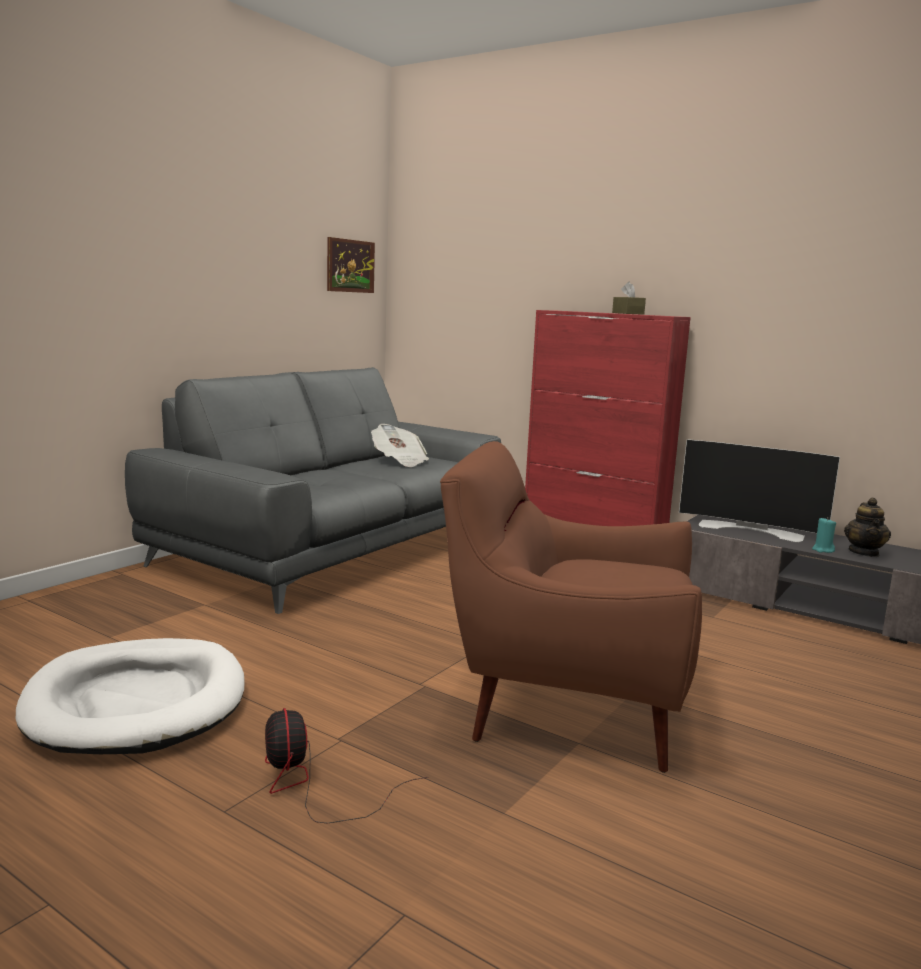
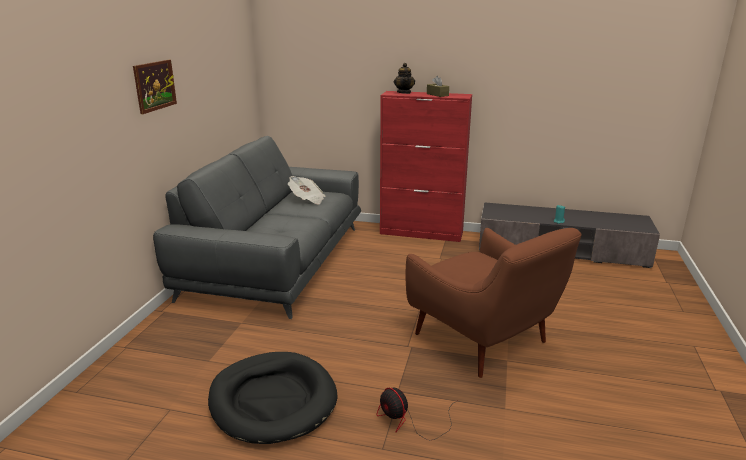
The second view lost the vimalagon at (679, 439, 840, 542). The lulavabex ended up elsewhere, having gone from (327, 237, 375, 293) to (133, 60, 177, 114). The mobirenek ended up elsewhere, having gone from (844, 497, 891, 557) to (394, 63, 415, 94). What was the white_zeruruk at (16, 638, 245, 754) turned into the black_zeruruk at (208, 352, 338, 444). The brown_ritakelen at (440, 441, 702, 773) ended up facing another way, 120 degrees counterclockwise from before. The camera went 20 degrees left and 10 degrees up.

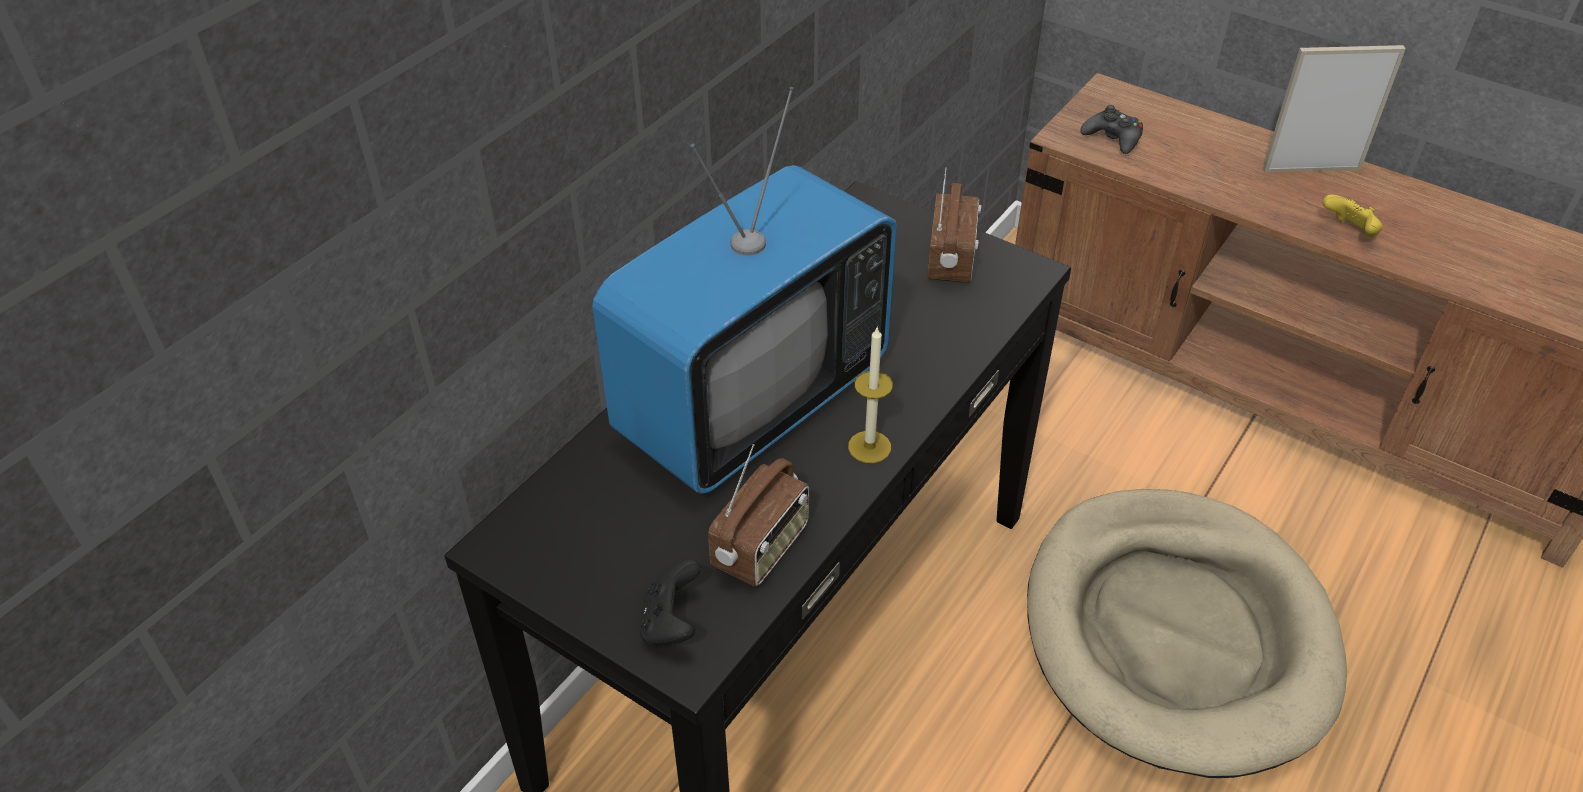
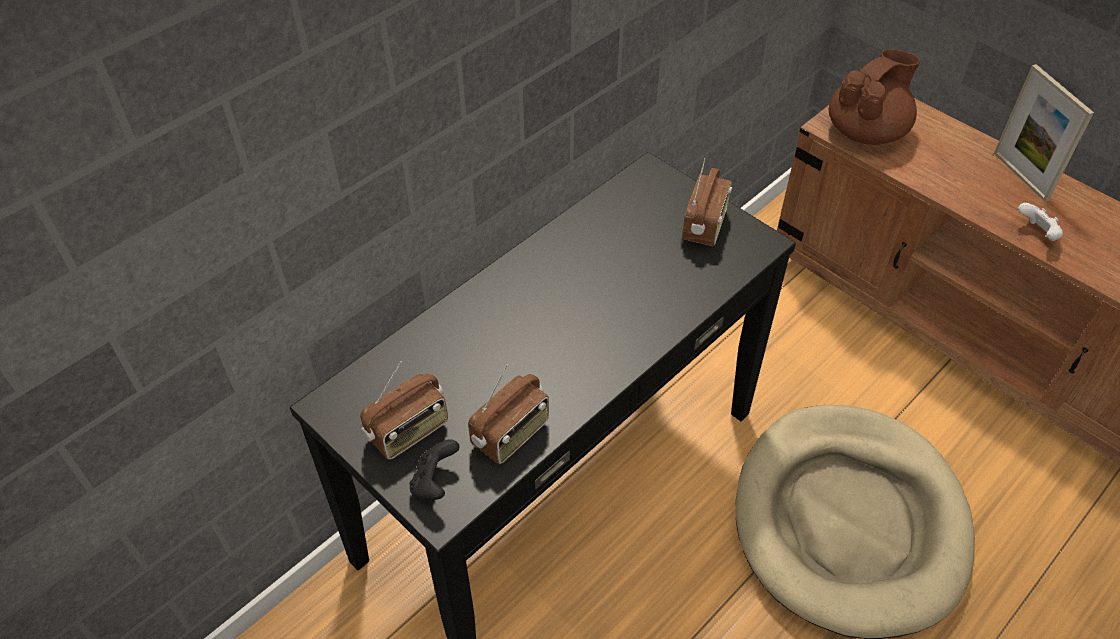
The second view lost the vimalagon at (592, 87, 897, 494). The second view lost the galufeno at (848, 327, 893, 463). The second view gained the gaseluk at (360, 361, 448, 460). Where the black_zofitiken stood at (1080, 105, 1143, 154), the brown_mobirenek came to stand at (829, 50, 920, 145). What was the yellow_zofitiken at (1323, 194, 1383, 238) turned into the white_zofitiken at (1018, 203, 1063, 241). The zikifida at (1263, 45, 1406, 172) ended up facing another way, 120 degrees counterclockwise from before. The camera went 10 degrees right and 5 degrees up.

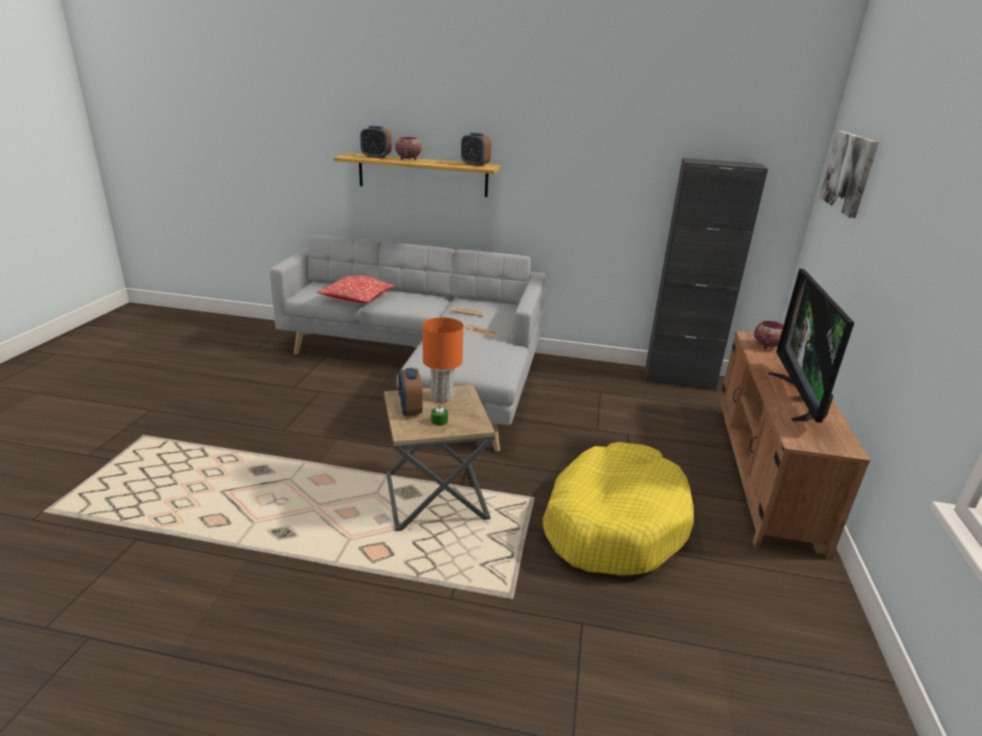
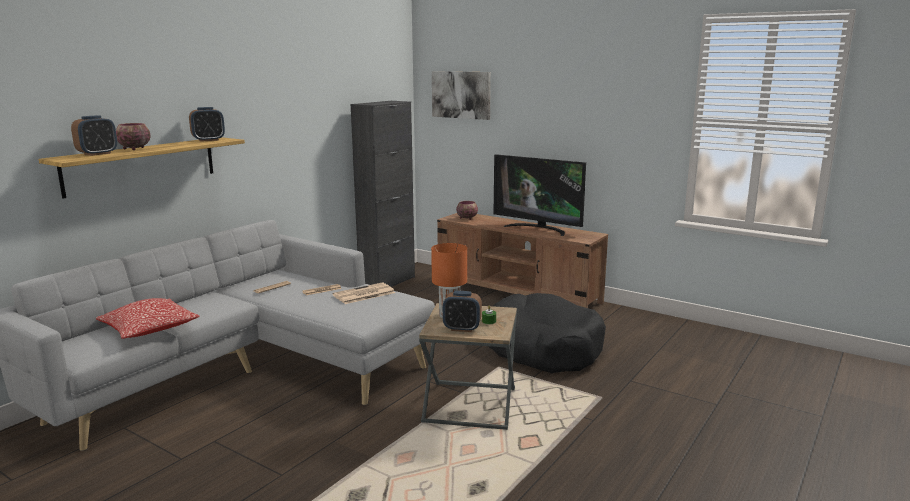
The second view gained the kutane at (332, 282, 395, 304). What was the yellow_zeruruk at (543, 442, 694, 576) turned into the black_zeruruk at (489, 293, 606, 373). The camera went 65 degrees left and 10 degrees down.

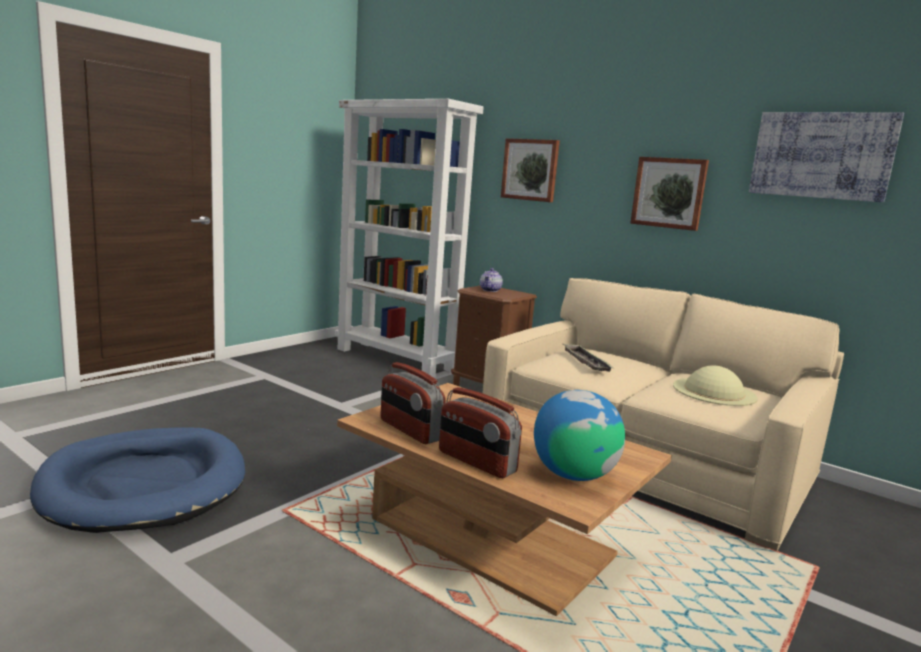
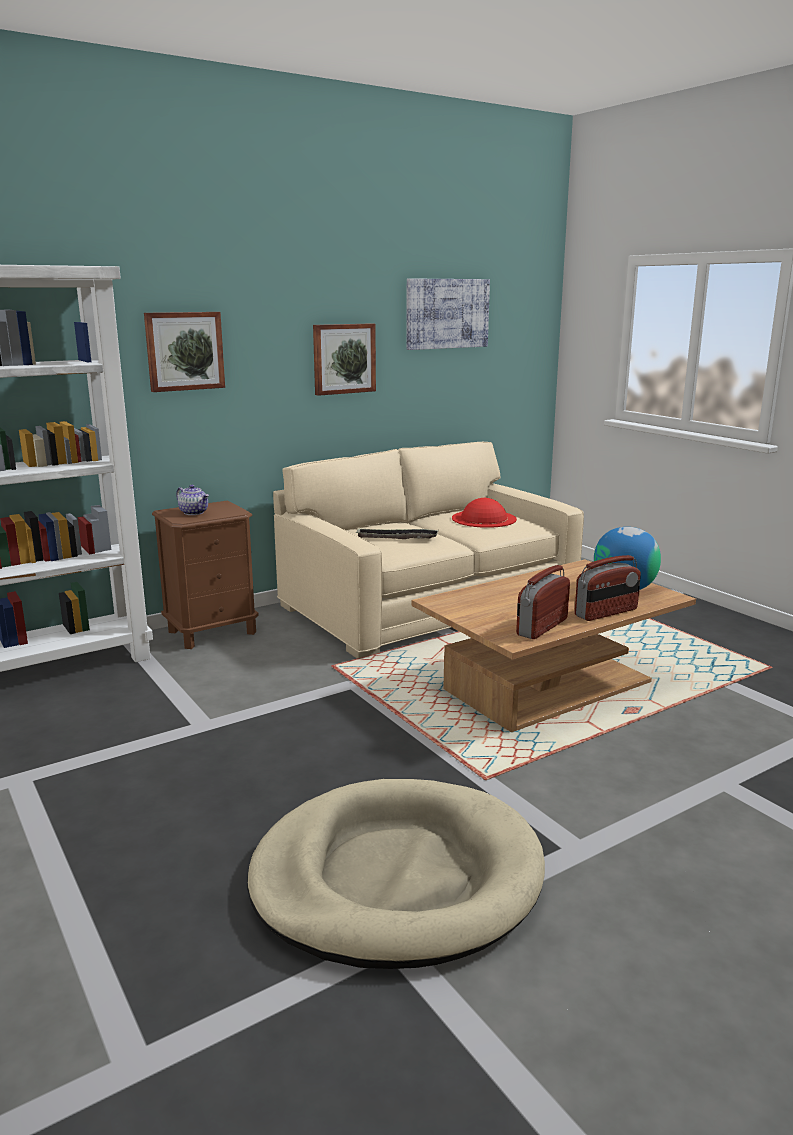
What was the blue_zeruruk at (30, 427, 245, 533) turned into the beige_zeruruk at (247, 779, 545, 969). What was the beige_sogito at (673, 366, 758, 406) turned into the red_sogito at (452, 498, 517, 528). The gaseluk at (380, 362, 446, 444) ended up facing another way, 150 degrees clockwise from before. The camera went 70 degrees left and 5 degrees up.

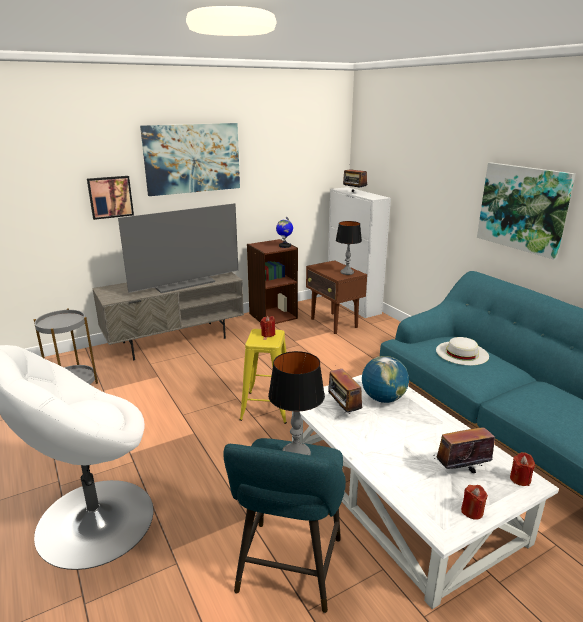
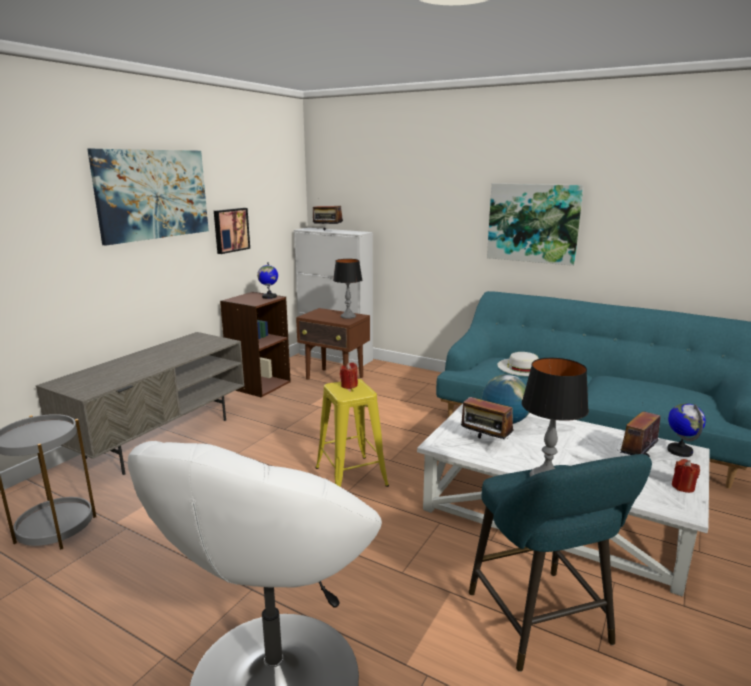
The second view lost the vimalagon at (118, 203, 238, 293). The lulavabex ended up elsewhere, having gone from (87, 176, 134, 220) to (214, 208, 250, 254). Where the red_galufeno stood at (510, 452, 535, 486), the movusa came to stand at (667, 403, 706, 457). The camera went 30 degrees left and 5 degrees down.

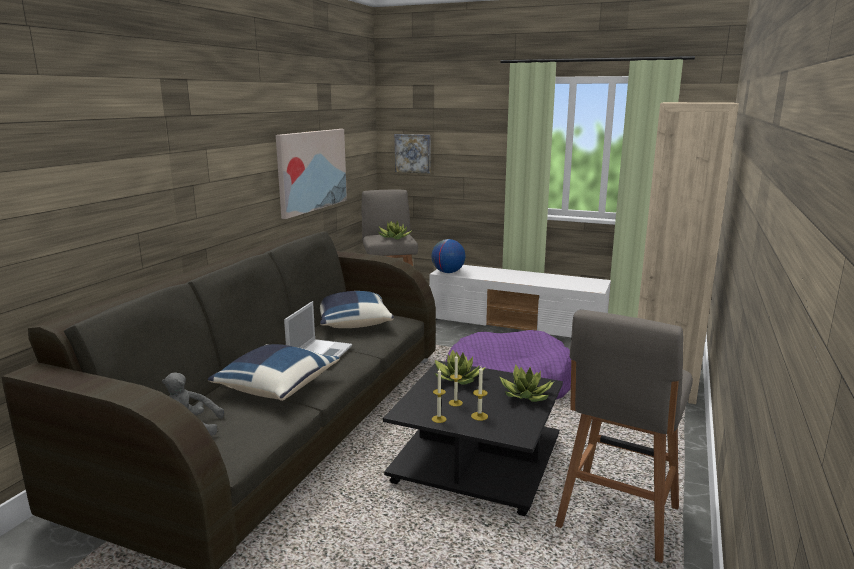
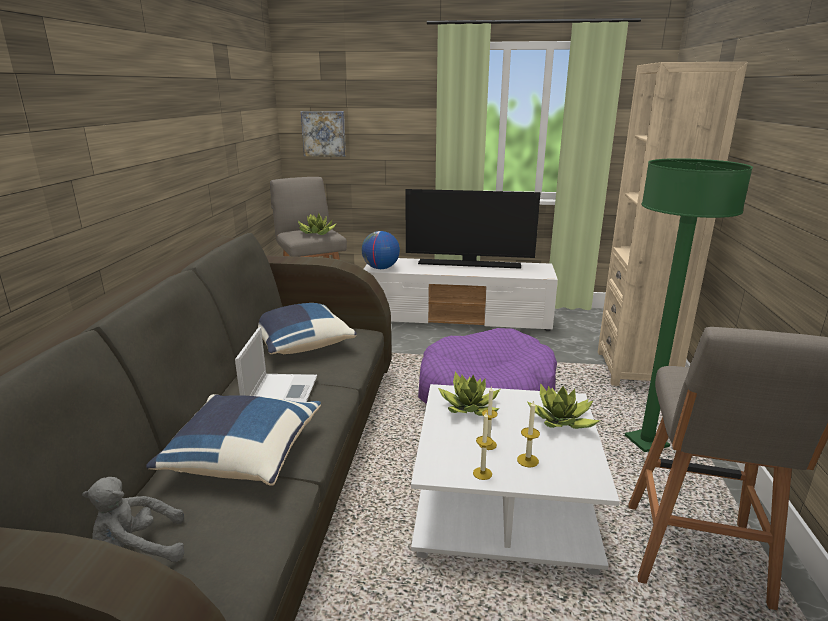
The second view lost the lulavabex at (276, 129, 347, 219). The second view gained the vimalagon at (405, 189, 541, 269). The second view gained the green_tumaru at (625, 158, 753, 452). What was the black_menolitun at (383, 361, 563, 516) turned into the white_menolitun at (411, 384, 620, 575). The camera went 15 degrees left and 5 degrees up.

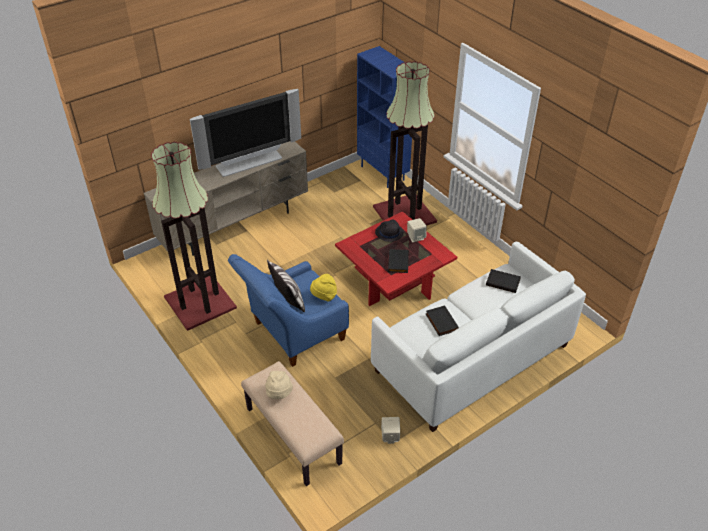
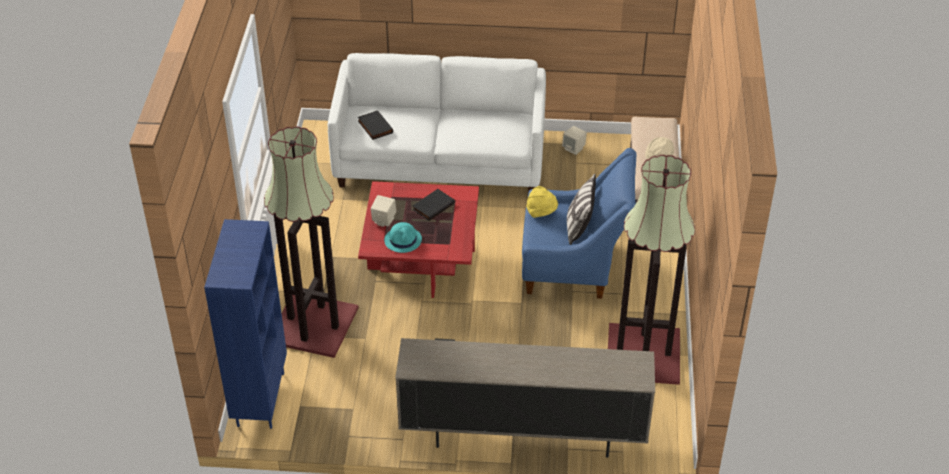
The second view lost the vimalagon at (190, 89, 301, 177). The second view lost the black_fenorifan at (426, 305, 459, 336). What was the black_sogito at (375, 219, 404, 242) turned into the turquoise_sogito at (384, 222, 422, 253). The camera went 140 degrees left and 0 degrees up.

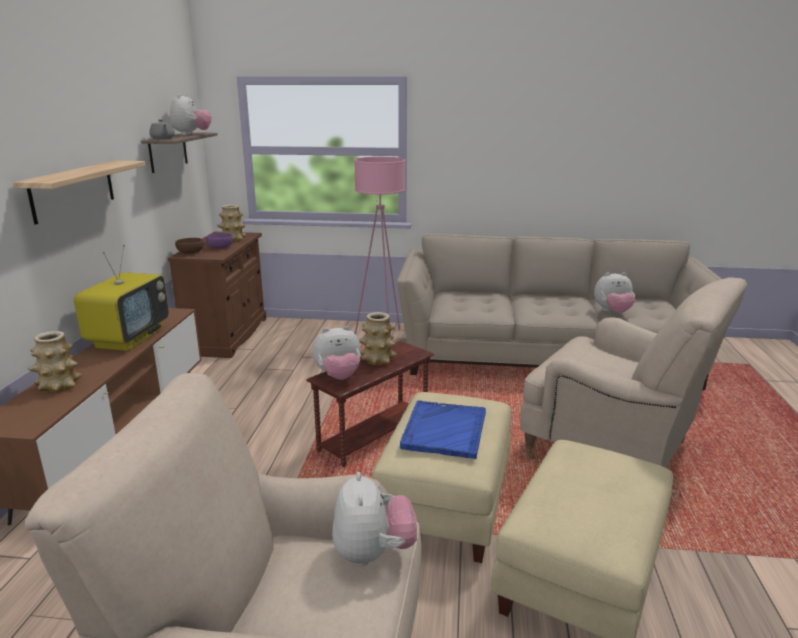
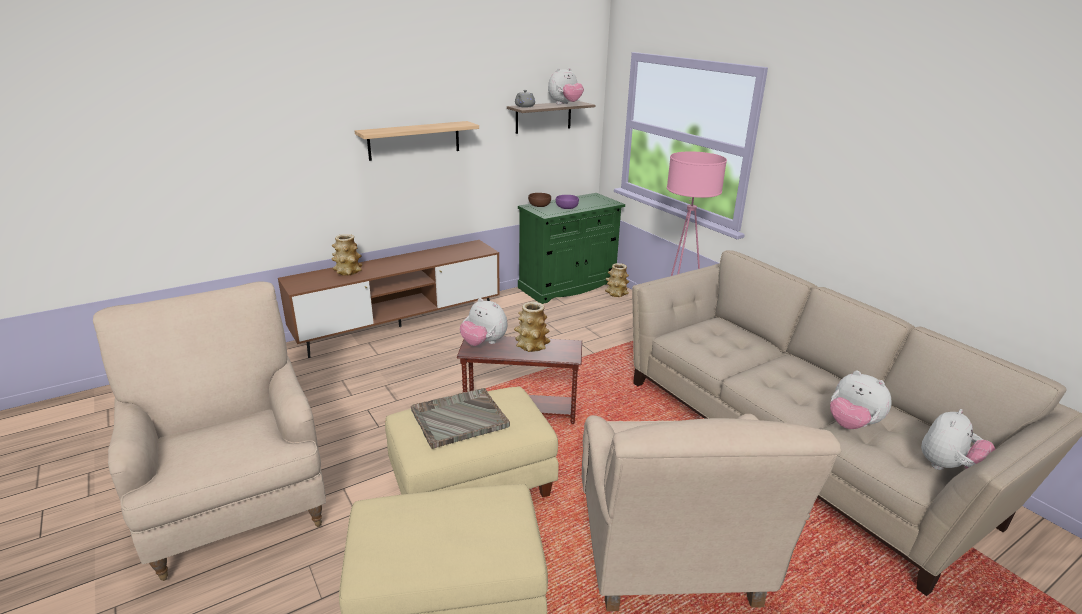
The second view lost the vimalagon at (74, 245, 169, 351). The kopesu ended up elsewhere, having gone from (217, 205, 246, 242) to (605, 263, 629, 297). The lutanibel ended up elsewhere, having gone from (332, 472, 417, 566) to (921, 409, 996, 470). What was the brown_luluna at (168, 232, 267, 358) turned into the green_luluna at (518, 193, 625, 304). What was the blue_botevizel at (400, 400, 486, 459) turned into the grey_botevizel at (411, 388, 510, 449). The camera went 50 degrees right and 5 degrees up.

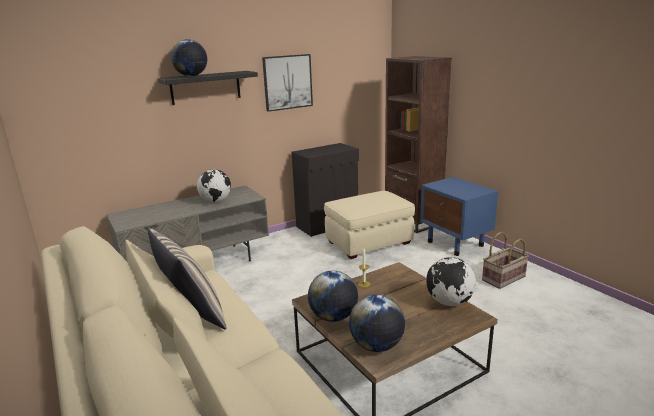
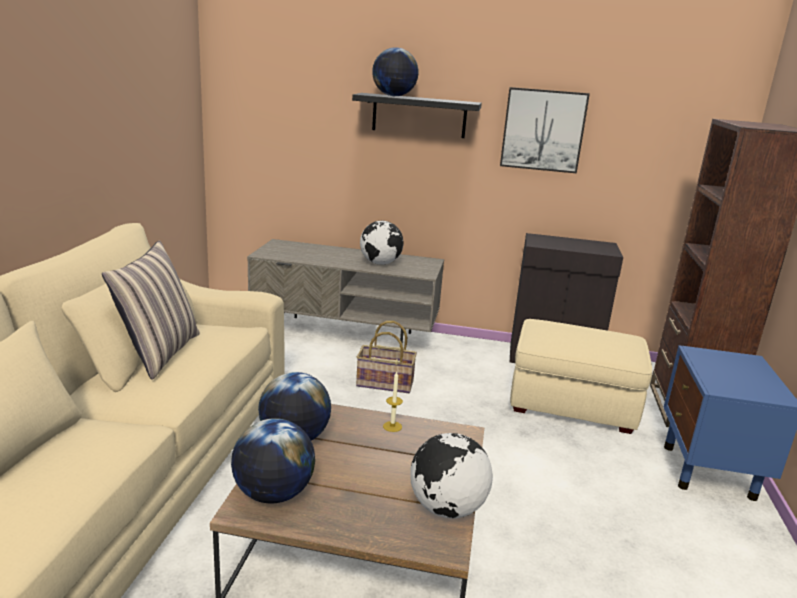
The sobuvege ended up elsewhere, having gone from (482, 232, 529, 289) to (356, 321, 417, 393). The camera went 40 degrees right and 0 degrees up.

